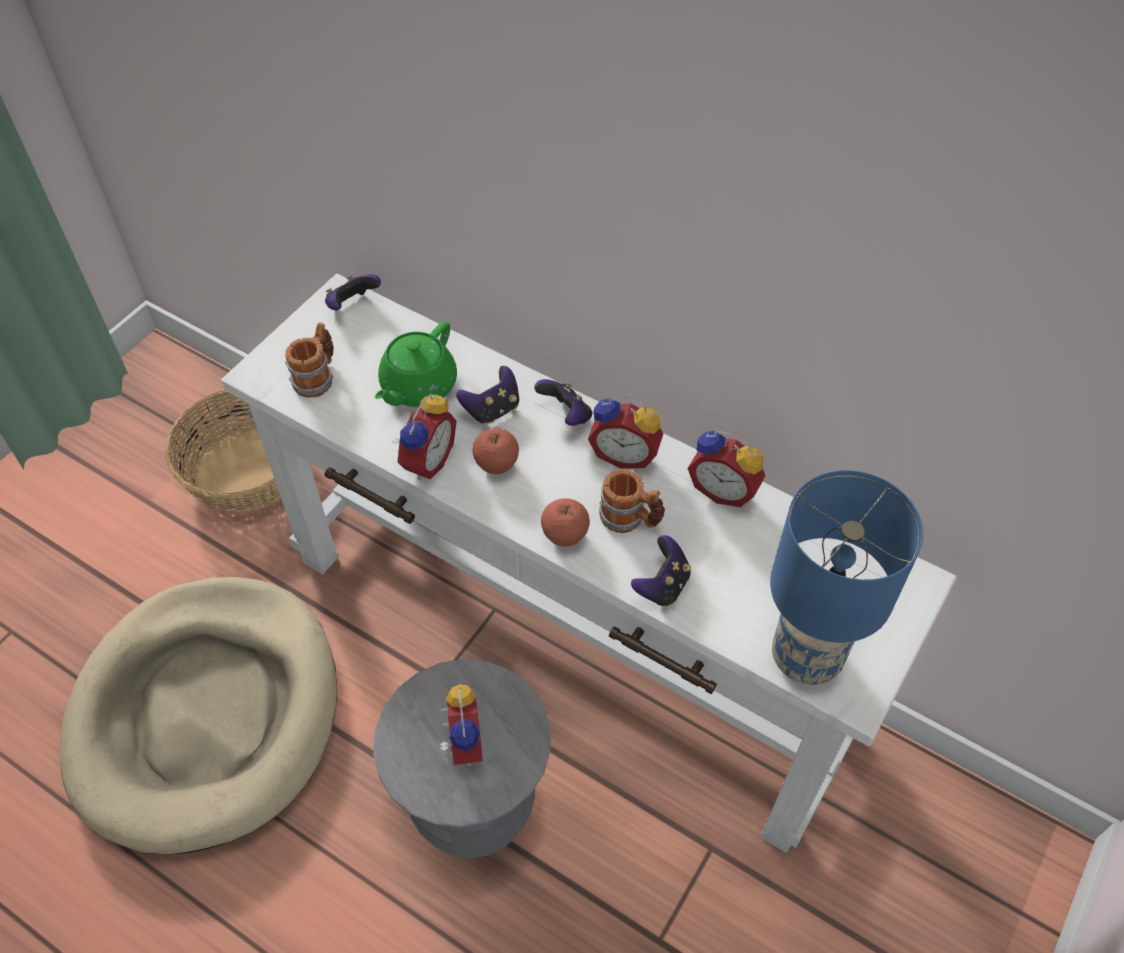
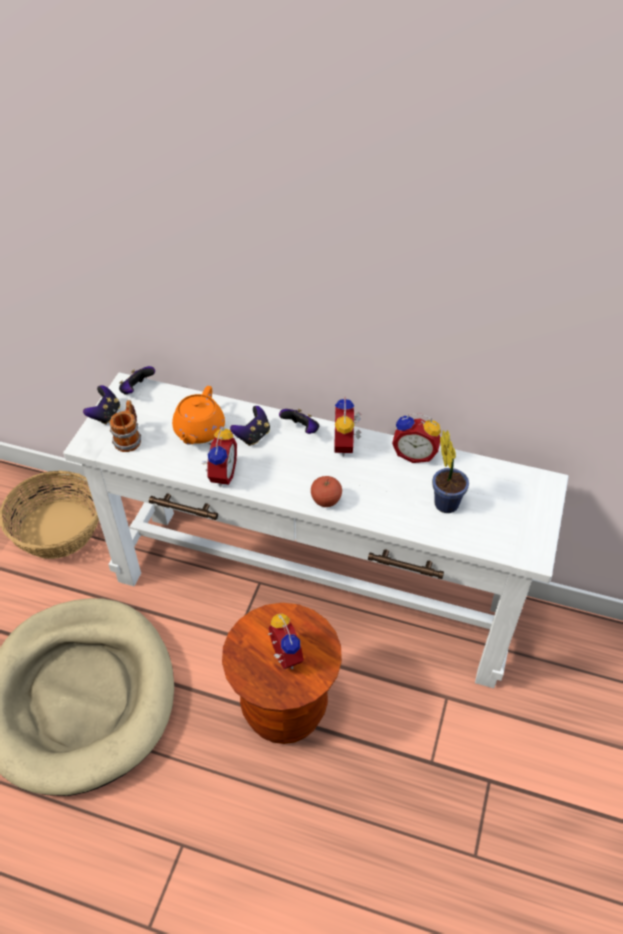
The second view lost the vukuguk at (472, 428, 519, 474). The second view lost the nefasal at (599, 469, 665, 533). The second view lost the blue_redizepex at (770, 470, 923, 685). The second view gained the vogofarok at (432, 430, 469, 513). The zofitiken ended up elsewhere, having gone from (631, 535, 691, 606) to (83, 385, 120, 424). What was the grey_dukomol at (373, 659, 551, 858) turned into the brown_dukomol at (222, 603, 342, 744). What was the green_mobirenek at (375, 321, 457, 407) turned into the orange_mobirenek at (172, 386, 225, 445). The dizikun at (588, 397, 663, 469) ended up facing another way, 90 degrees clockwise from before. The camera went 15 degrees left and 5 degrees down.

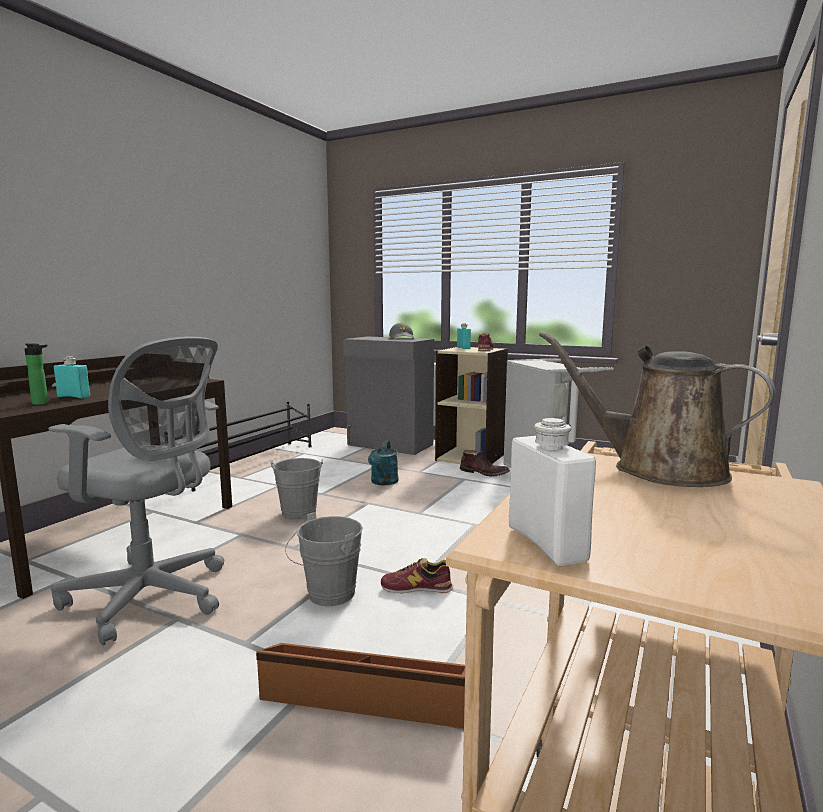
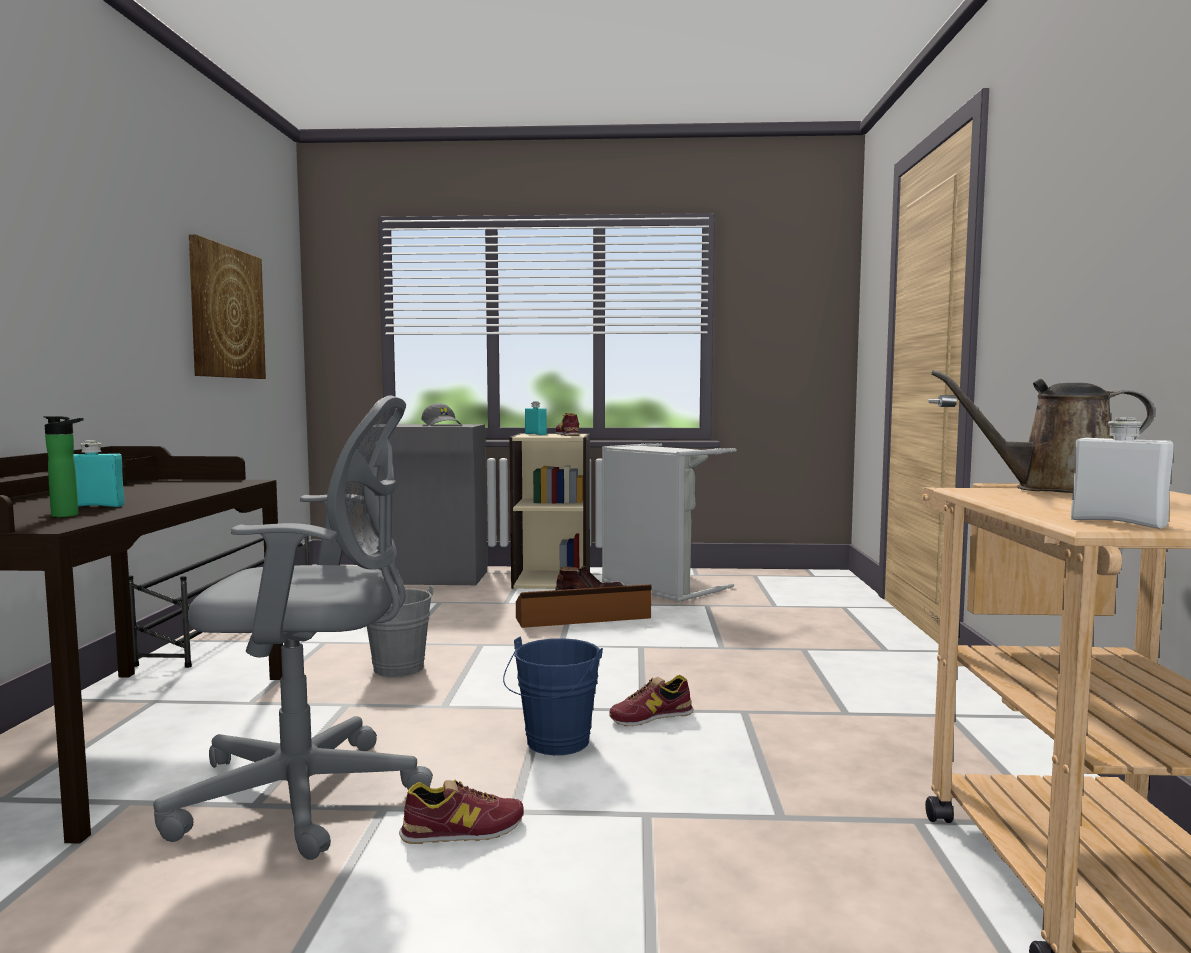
The second view lost the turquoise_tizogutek at (368, 441, 399, 485). The second view gained the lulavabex at (189, 234, 266, 379). The second view gained the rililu at (399, 780, 524, 844). The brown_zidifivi ended up elsewhere, having gone from (256, 643, 465, 729) to (516, 584, 651, 628). What was the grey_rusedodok at (285, 512, 363, 606) turned into the blue_rusedodok at (503, 637, 603, 755). The camera went 25 degrees left and 5 degrees down.

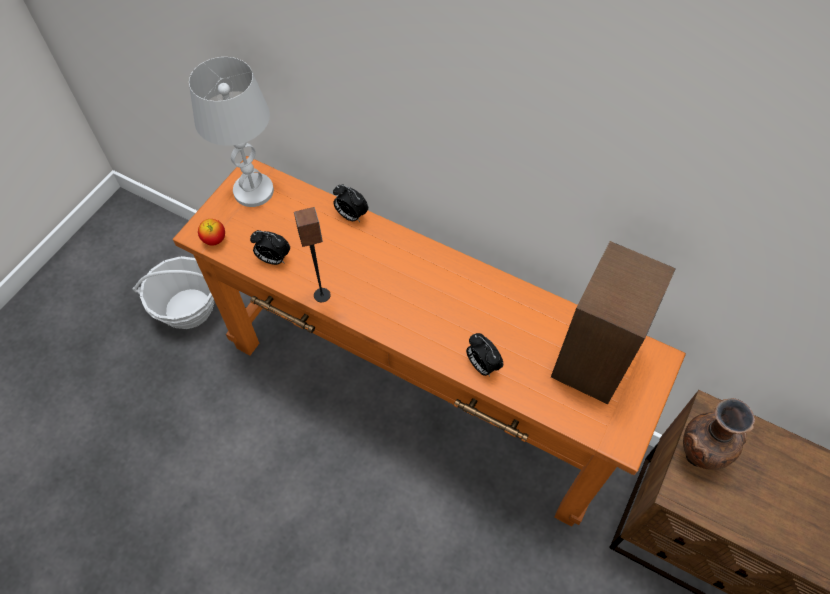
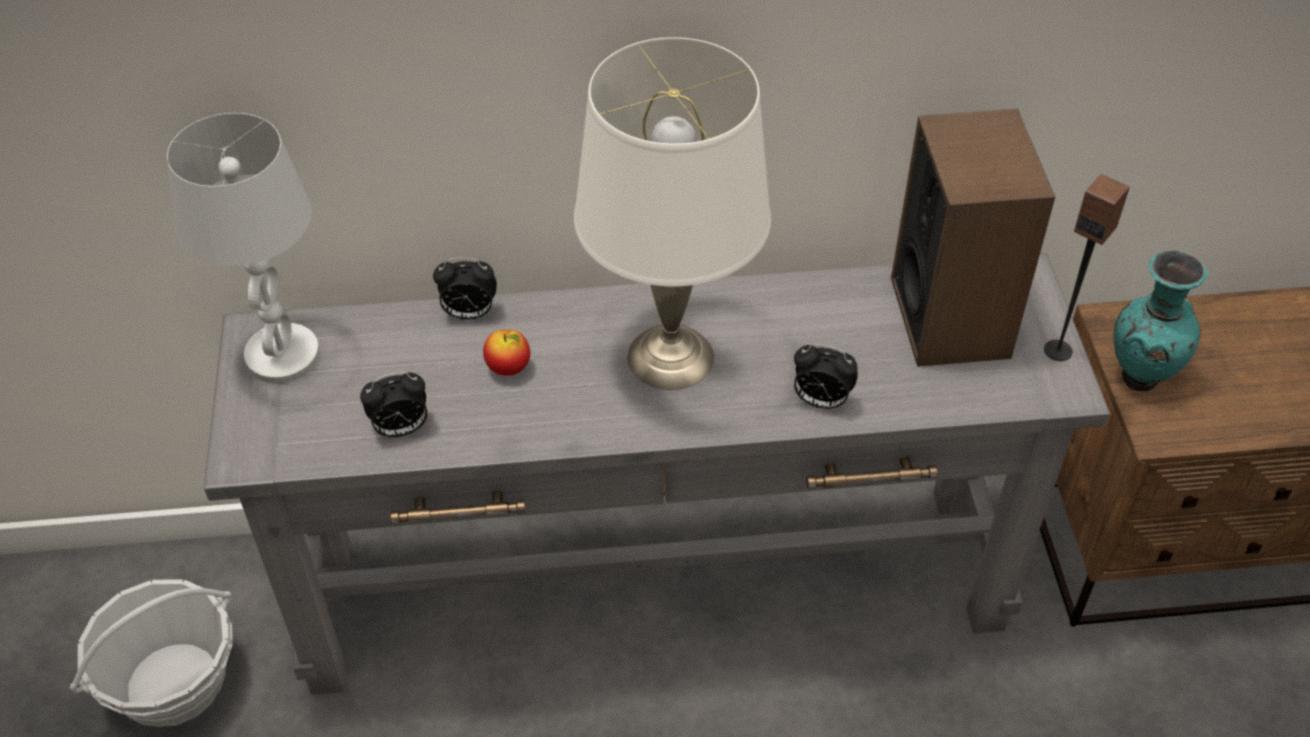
The second view gained the white_redizepex at (574, 37, 771, 390). The vukuguk ended up elsewhere, having gone from (198, 219, 225, 246) to (483, 330, 530, 376). The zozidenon ended up elsewhere, having gone from (294, 207, 331, 302) to (1044, 174, 1130, 361). What was the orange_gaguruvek at (173, 156, 686, 527) turned into the grey_gaguruvek at (203, 253, 1110, 695). What was the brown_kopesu at (683, 398, 755, 470) turned into the turquoise_kopesu at (1114, 250, 1208, 391). The camera went 35 degrees left and 10 degrees down.

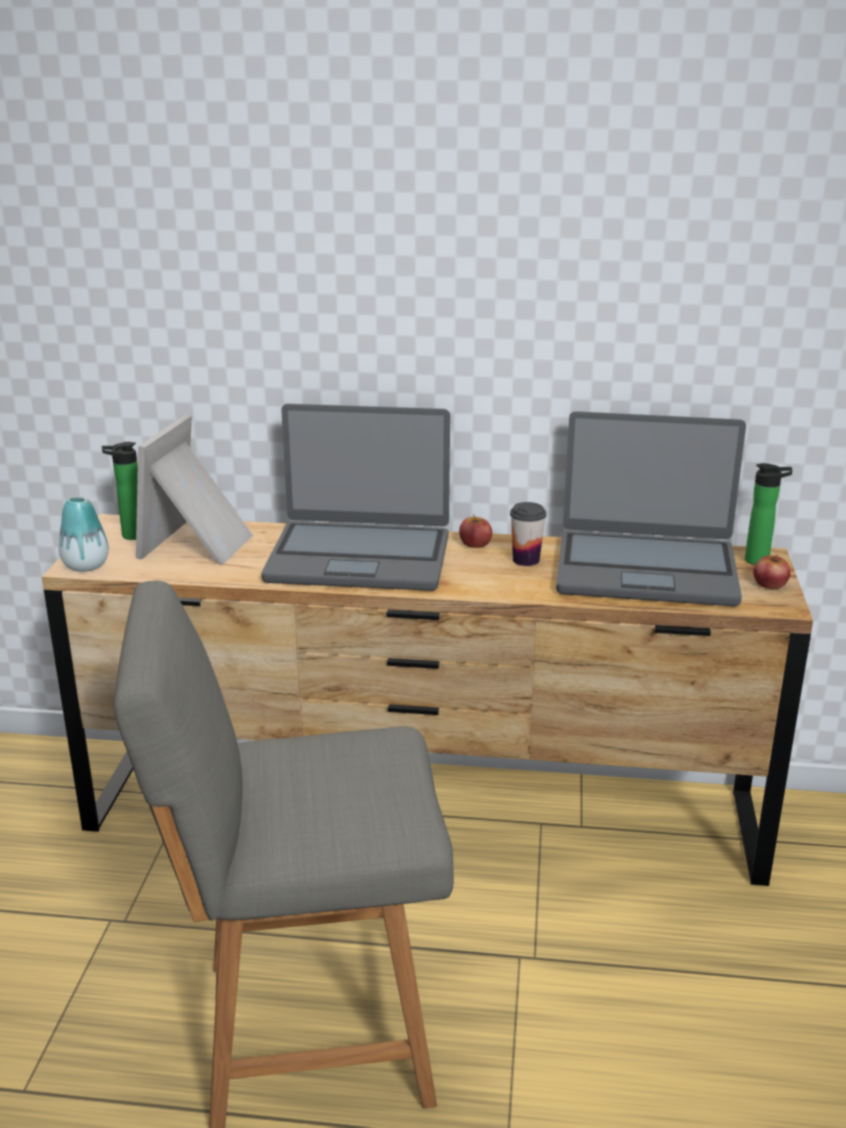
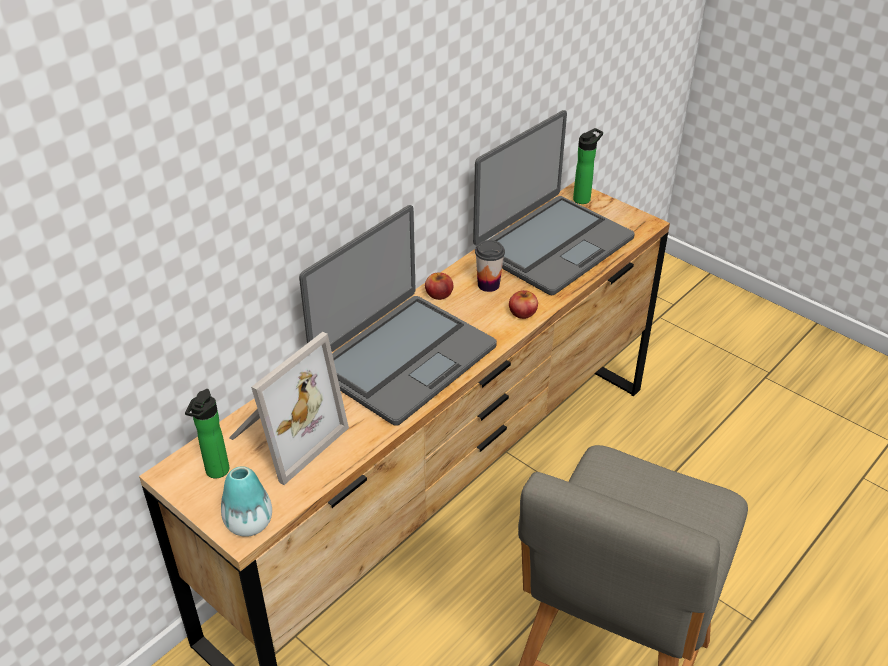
The vukuguk ended up elsewhere, having gone from (753, 555, 791, 589) to (509, 290, 538, 319). The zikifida at (136, 415, 253, 565) ended up facing another way, 105 degrees counterclockwise from before. The camera went 55 degrees left and 15 degrees up.

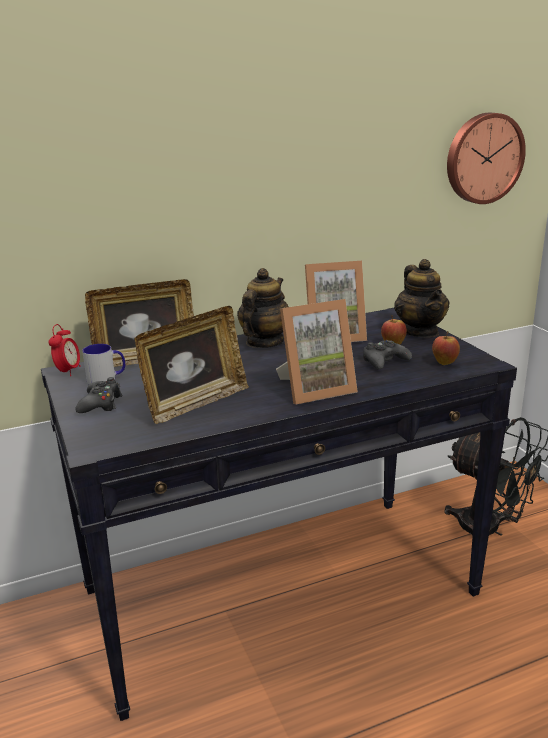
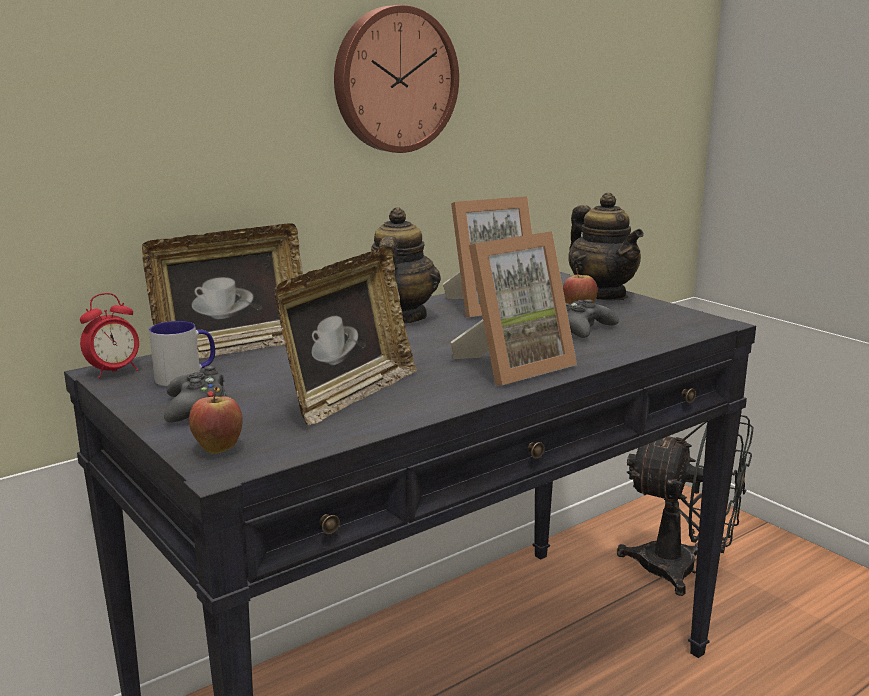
The vukuguk ended up elsewhere, having gone from (432, 331, 460, 365) to (189, 386, 243, 454). The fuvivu ended up elsewhere, having gone from (447, 113, 526, 204) to (334, 5, 459, 153). The dizikun at (48, 324, 81, 376) ended up facing another way, 60 degrees clockwise from before. The camera went 15 degrees left and 5 degrees down.

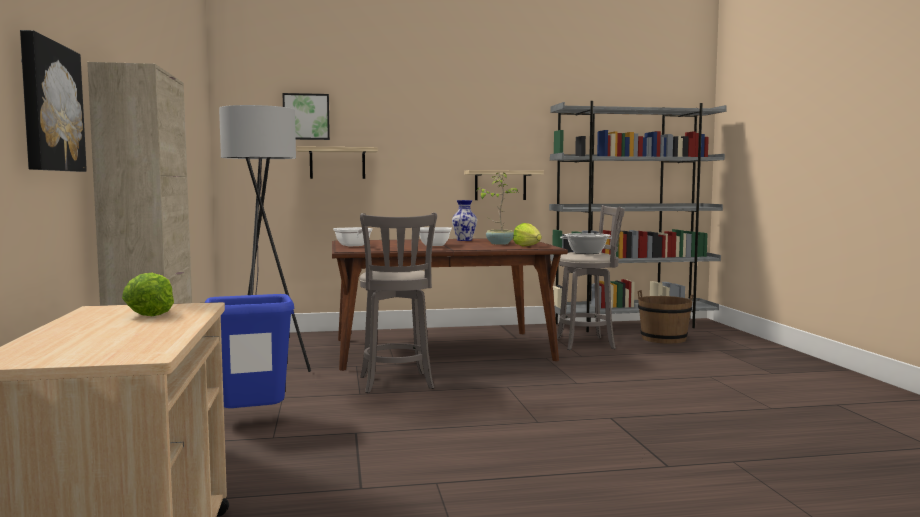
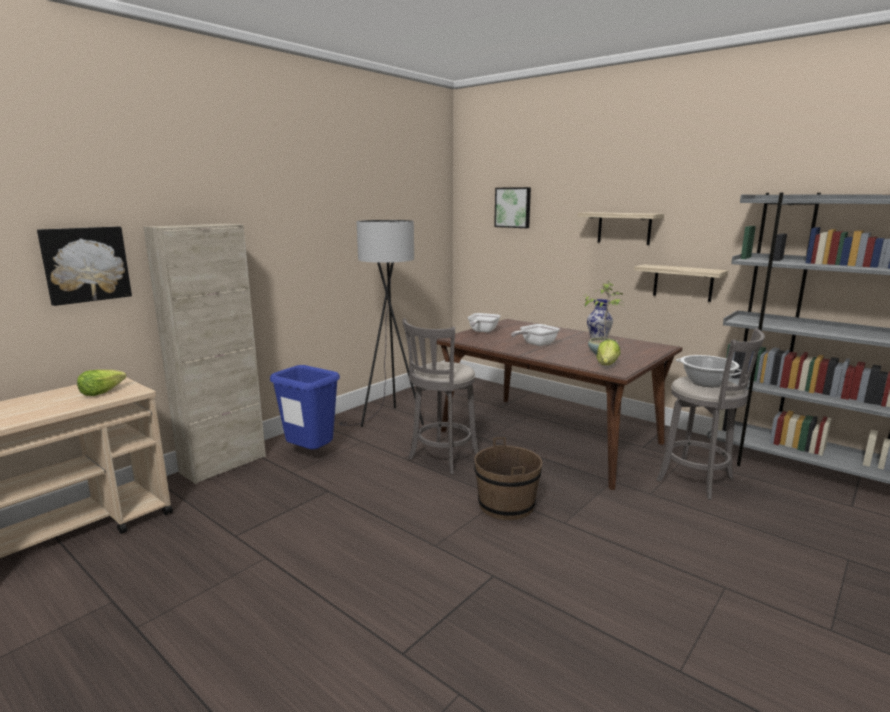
The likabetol ended up elsewhere, having gone from (296, 146, 378, 179) to (577, 212, 664, 245). The brown_rusedodok ended up elsewhere, having gone from (638, 290, 694, 344) to (474, 437, 542, 520). The camera went 50 degrees right and 10 degrees up.

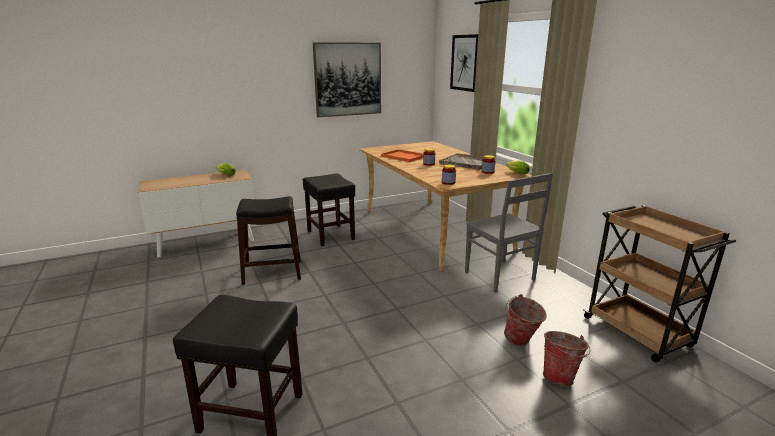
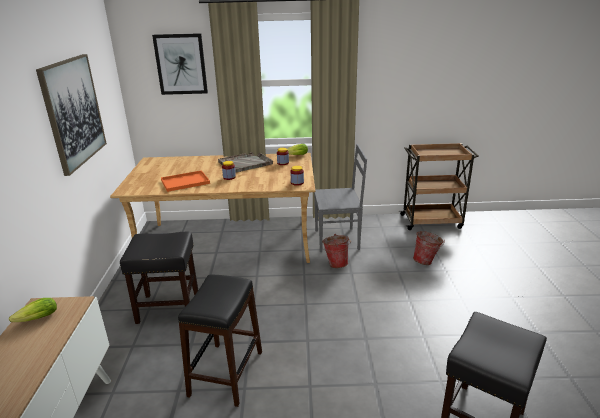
The rusedodok ended up elsewhere, having gone from (543, 331, 591, 386) to (322, 234, 351, 268). The camera went 65 degrees left and 5 degrees up.

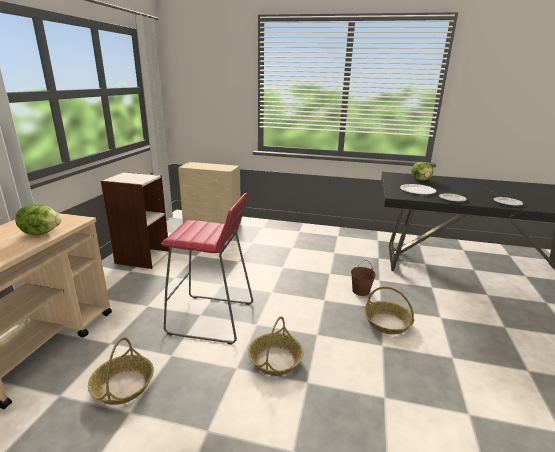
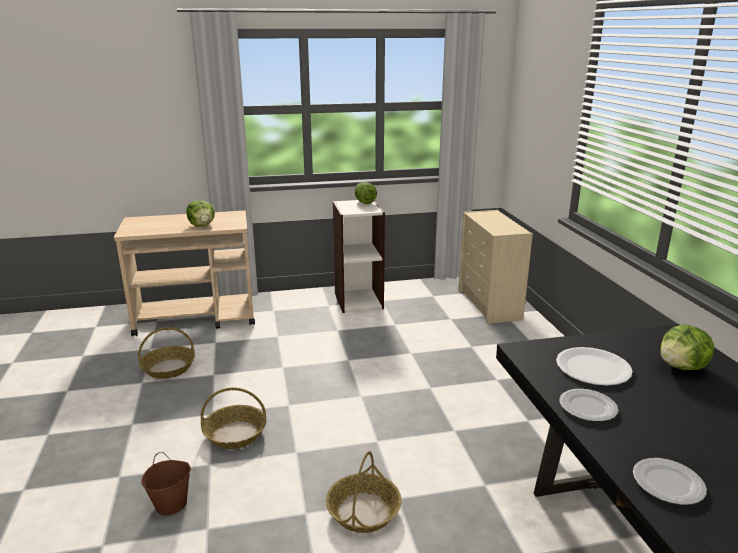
The second view lost the red_dukomol at (161, 193, 253, 345). The second view gained the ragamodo at (355, 182, 377, 204). The brown_rusedodok ended up elsewhere, having gone from (351, 260, 376, 296) to (141, 452, 191, 515). The camera went 65 degrees right and 0 degrees up.

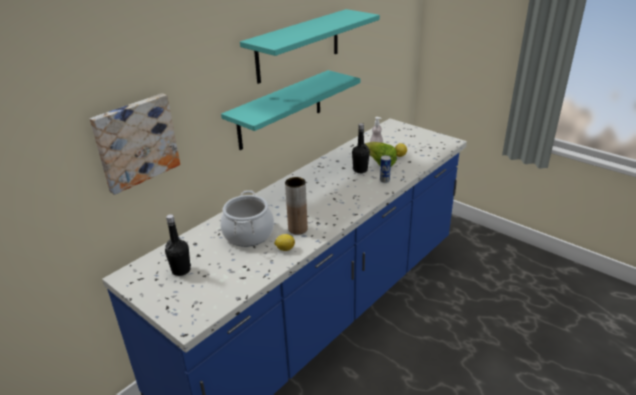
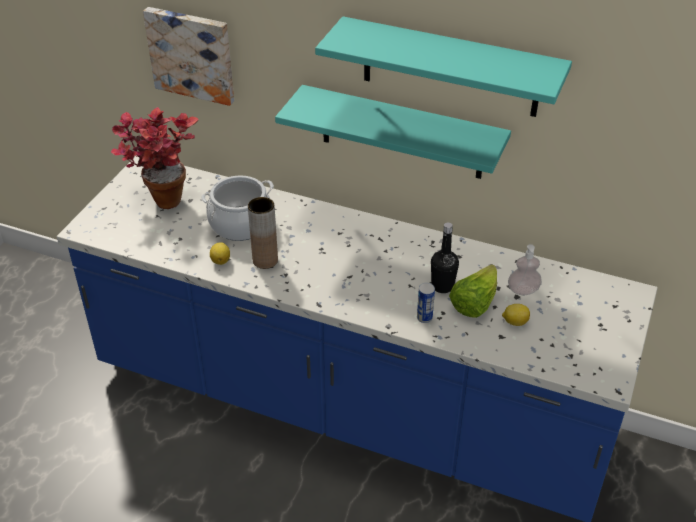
Where the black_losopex stood at (165, 214, 191, 276), the vogofarok came to stand at (111, 107, 199, 209). The camera went 70 degrees right and 10 degrees up.

